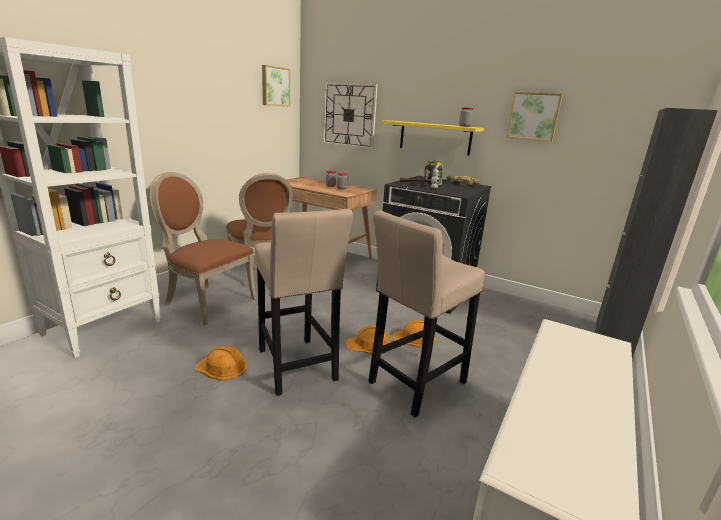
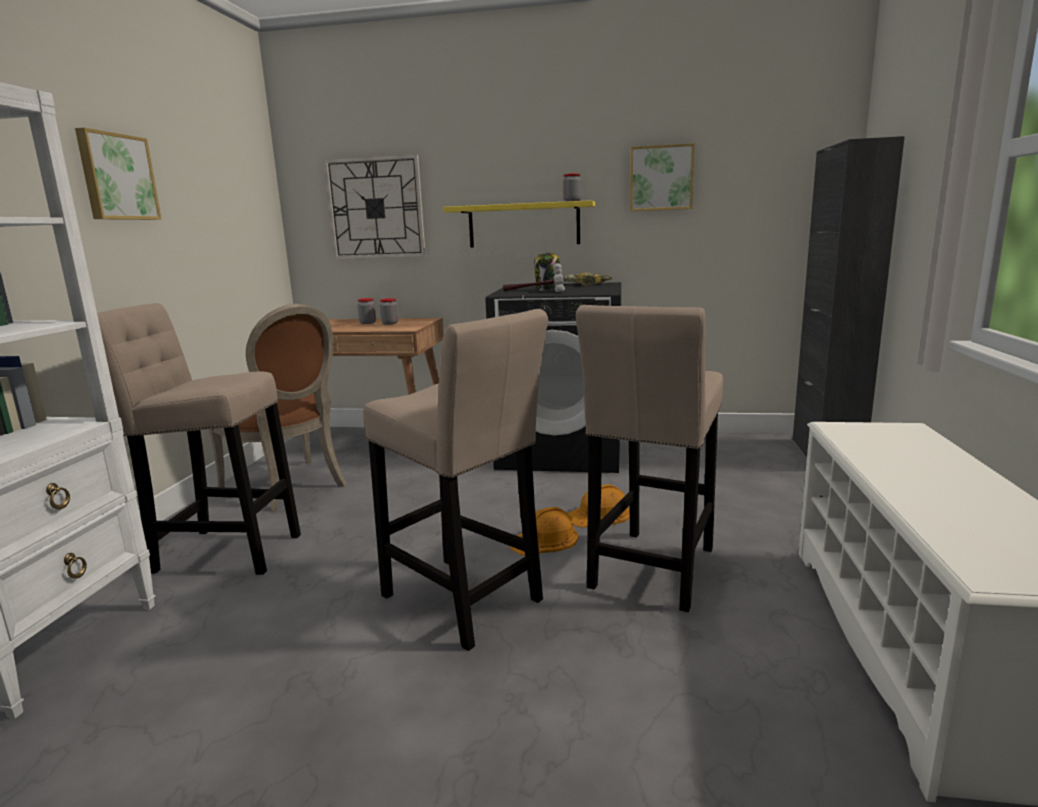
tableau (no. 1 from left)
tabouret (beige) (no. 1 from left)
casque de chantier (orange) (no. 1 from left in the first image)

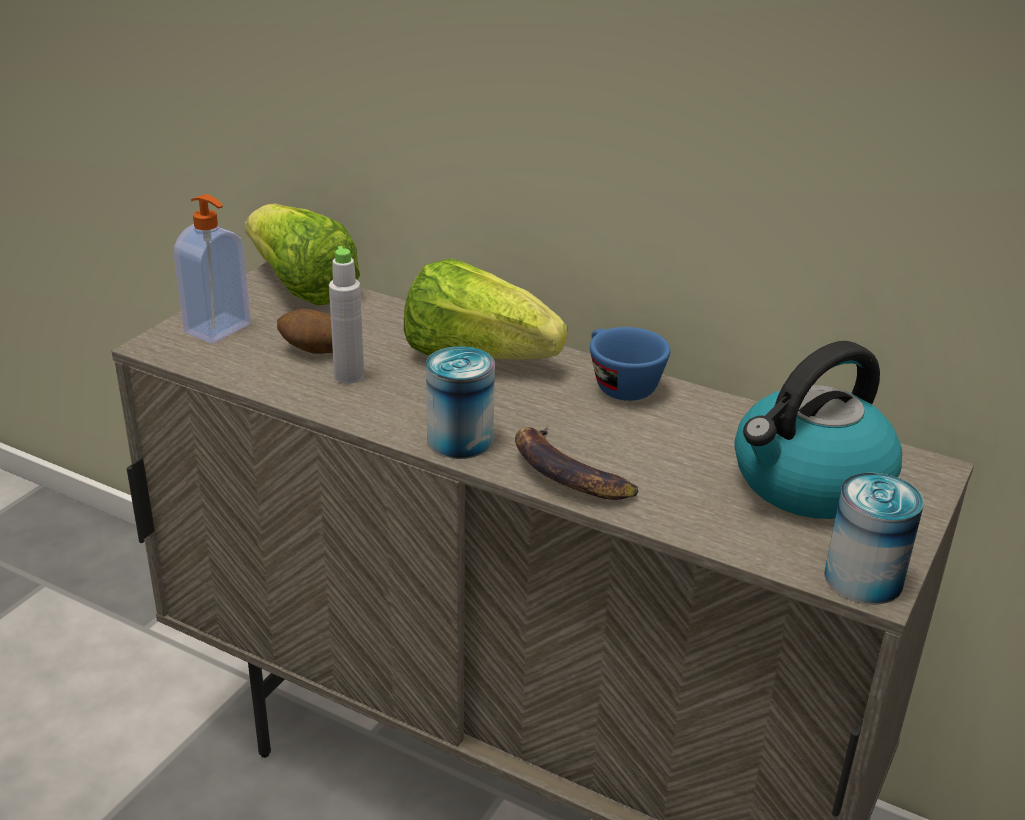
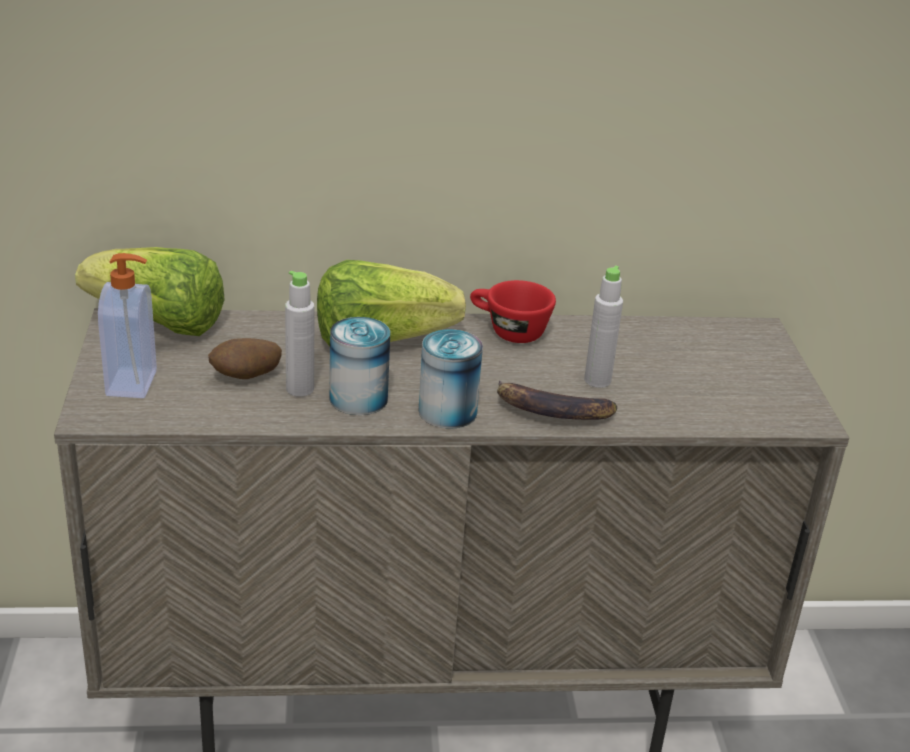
tasse (rouge)
bouilloire
boîte métallique (no. 1 from left)
bouteille (gris) (no. 2 from left)

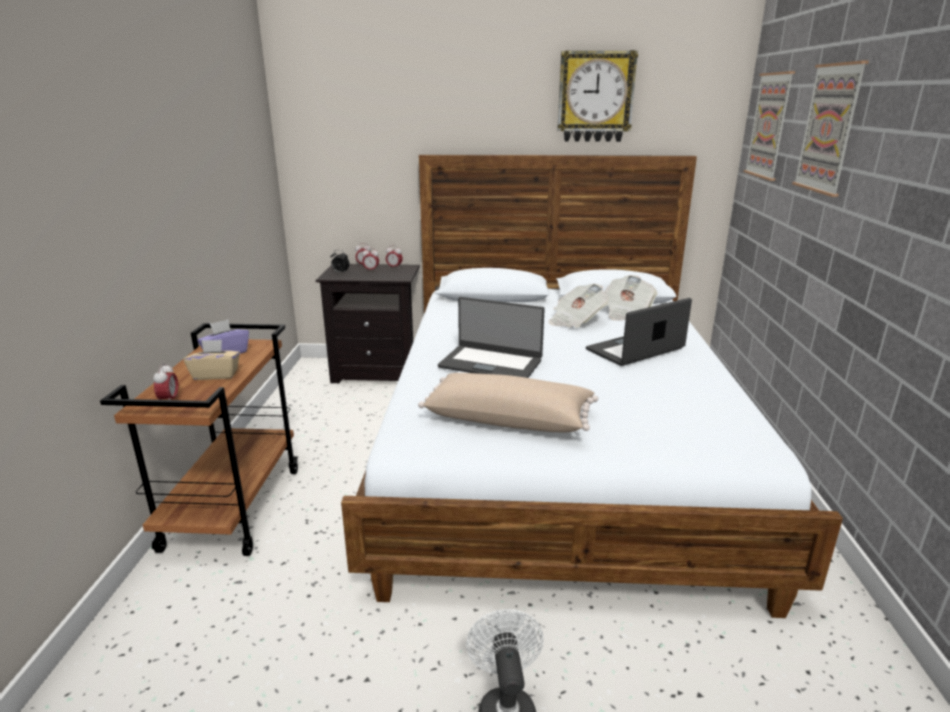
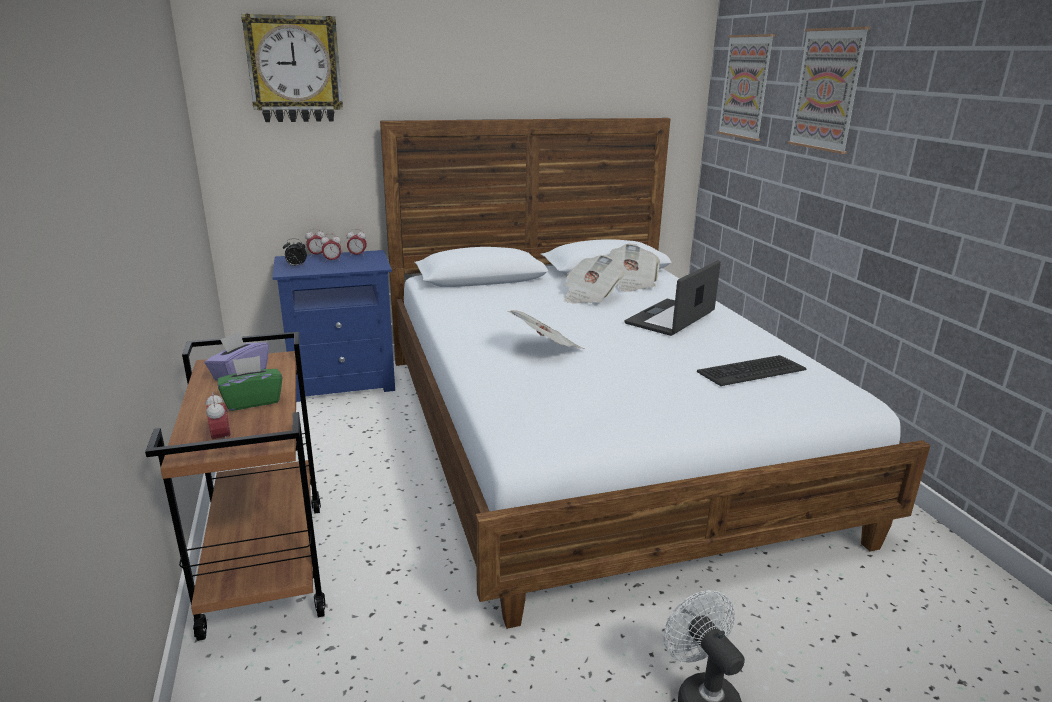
horloge murale
table de chevet (bleu)
journal (no. 1 from left)
boîte à mouchoirs (vert)
coussin (beige)
clavier

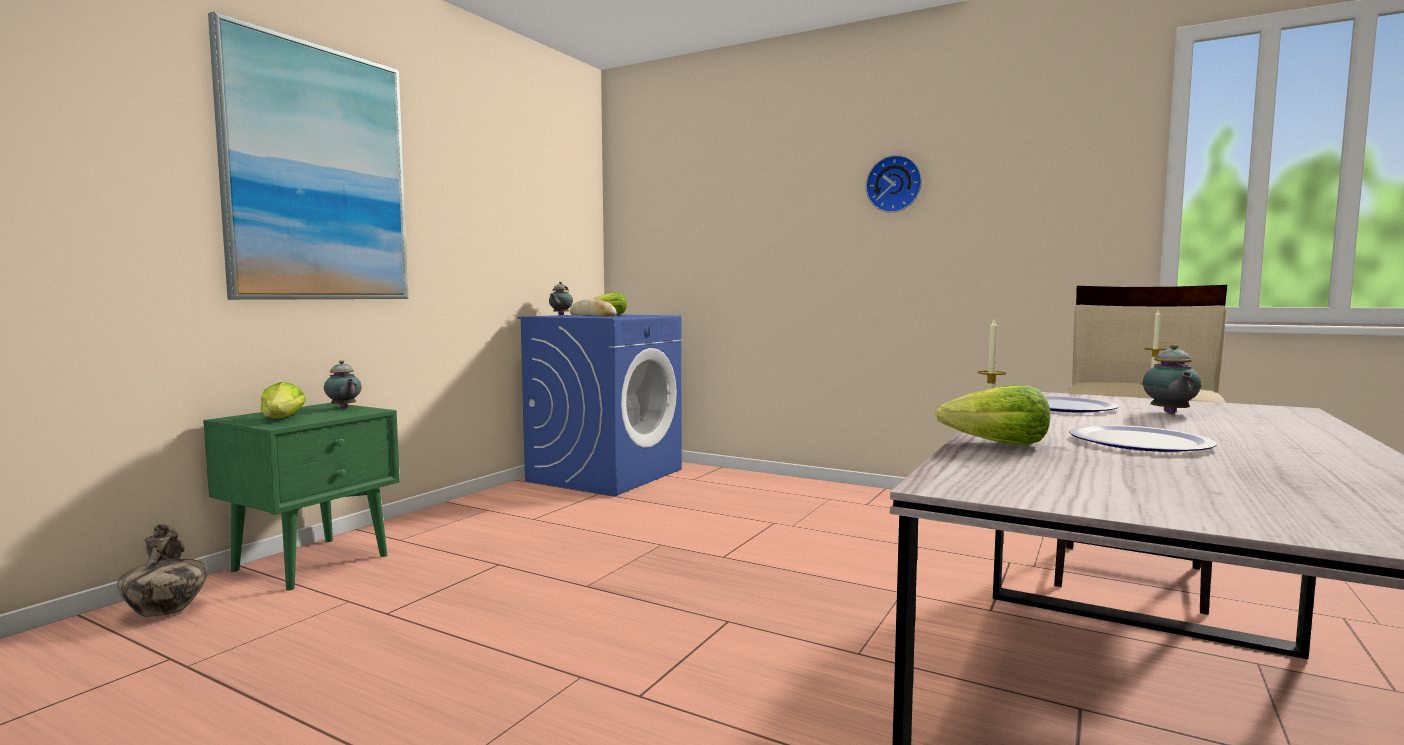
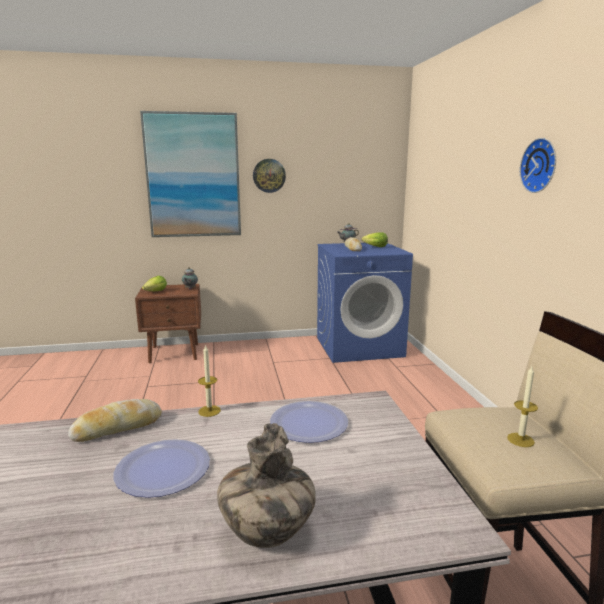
théière (no. 3 from left in the first image)
pain (no. 1 from left)
table de chevet (marron)
vase
horloge murale (no. 1 from left)

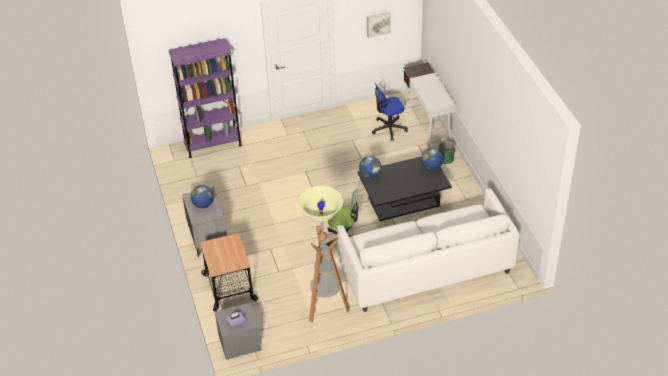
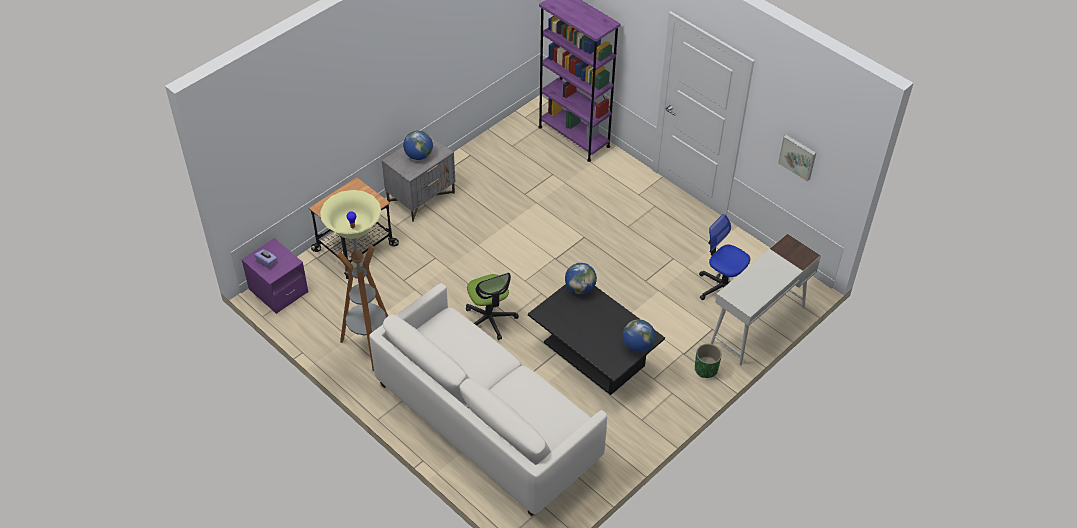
table de chevet (violet)

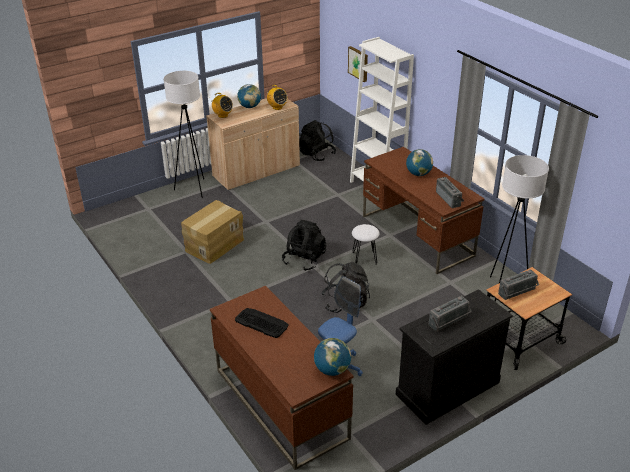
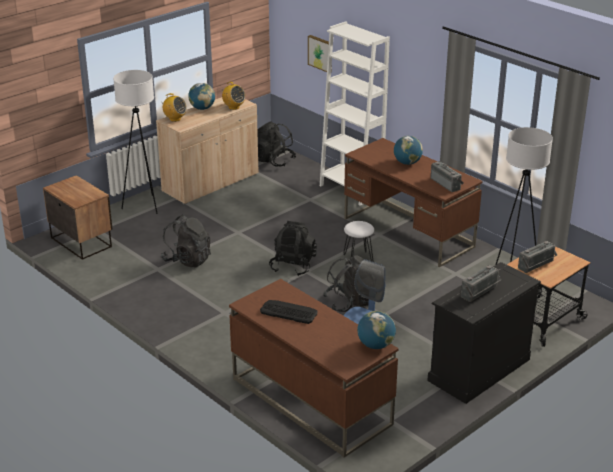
sac à dos (noir) (no. 1 from left)
table de chevet

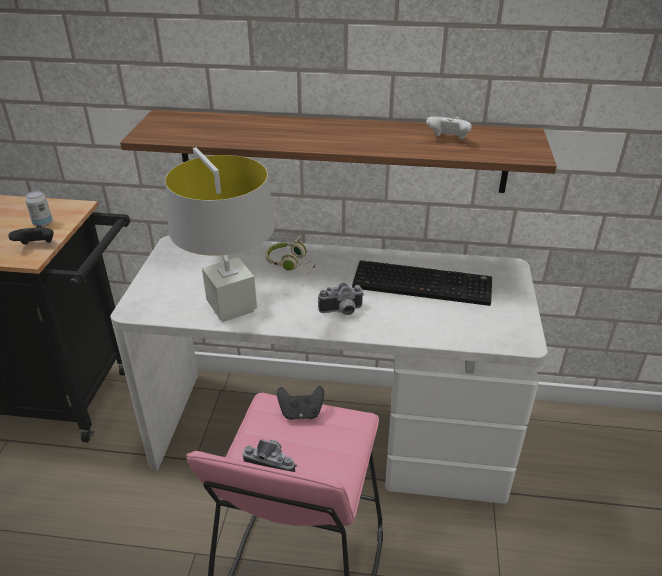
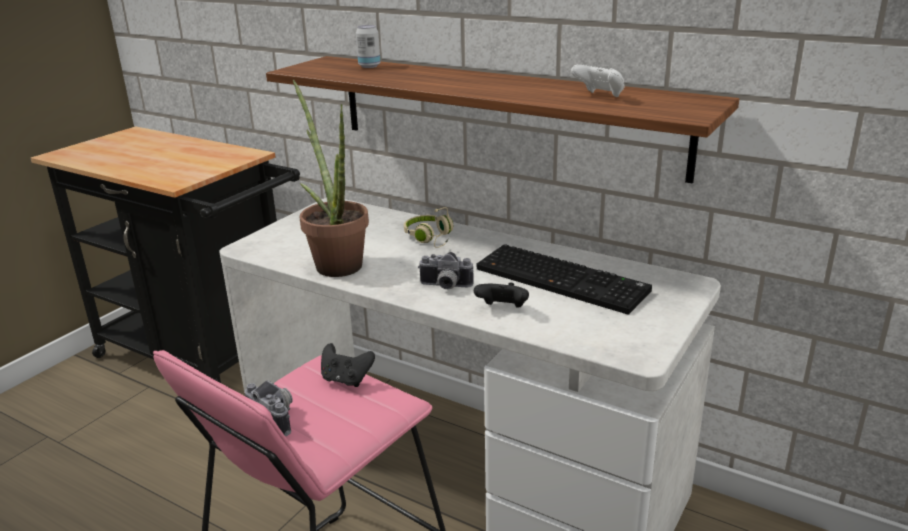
plante en pot
boîte métallique
manette (noir) (no. 2 from left)

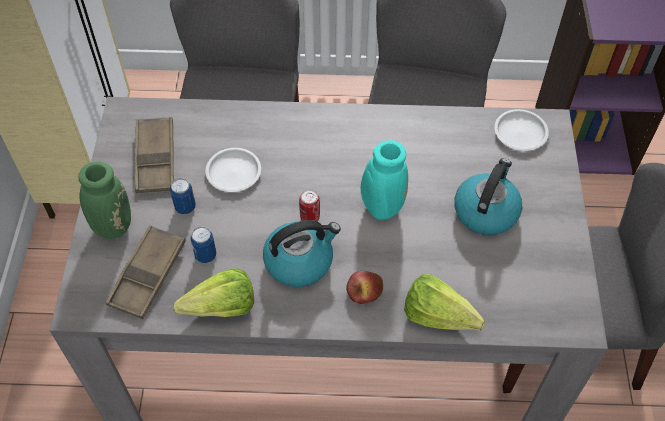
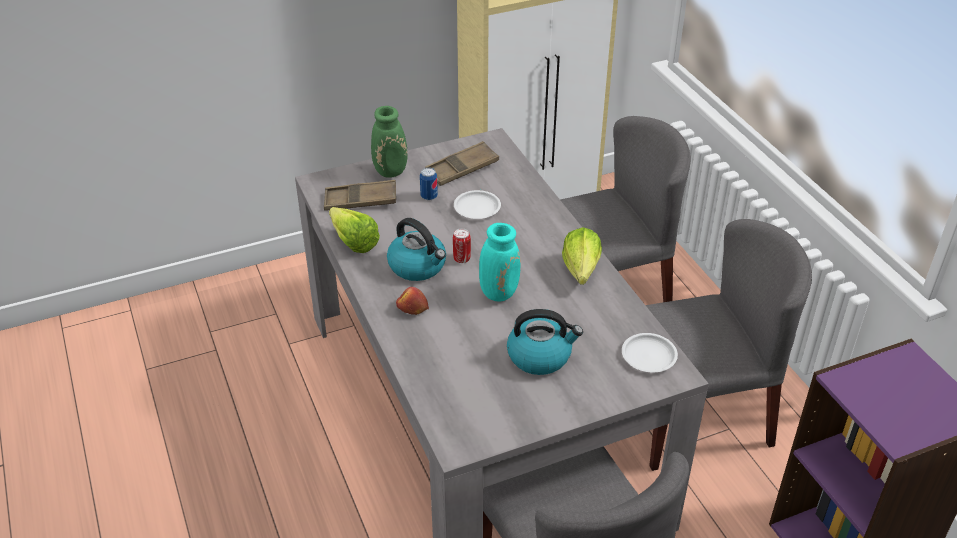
boîte métallique (no. 2 from left in the first image)
laitue (no. 2 from left)

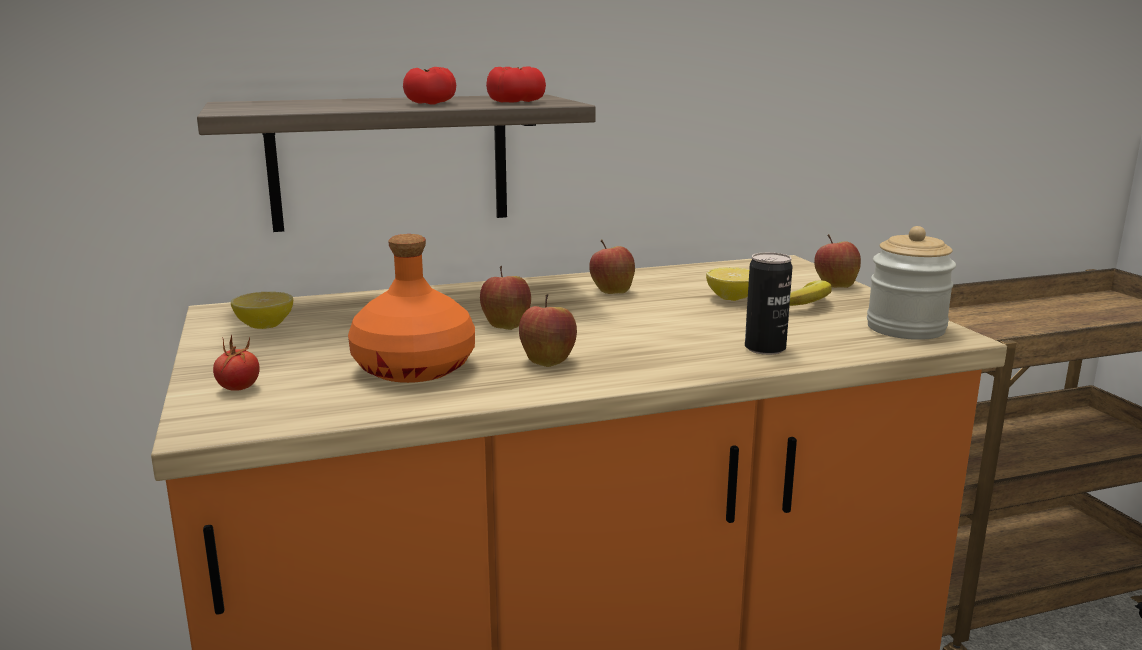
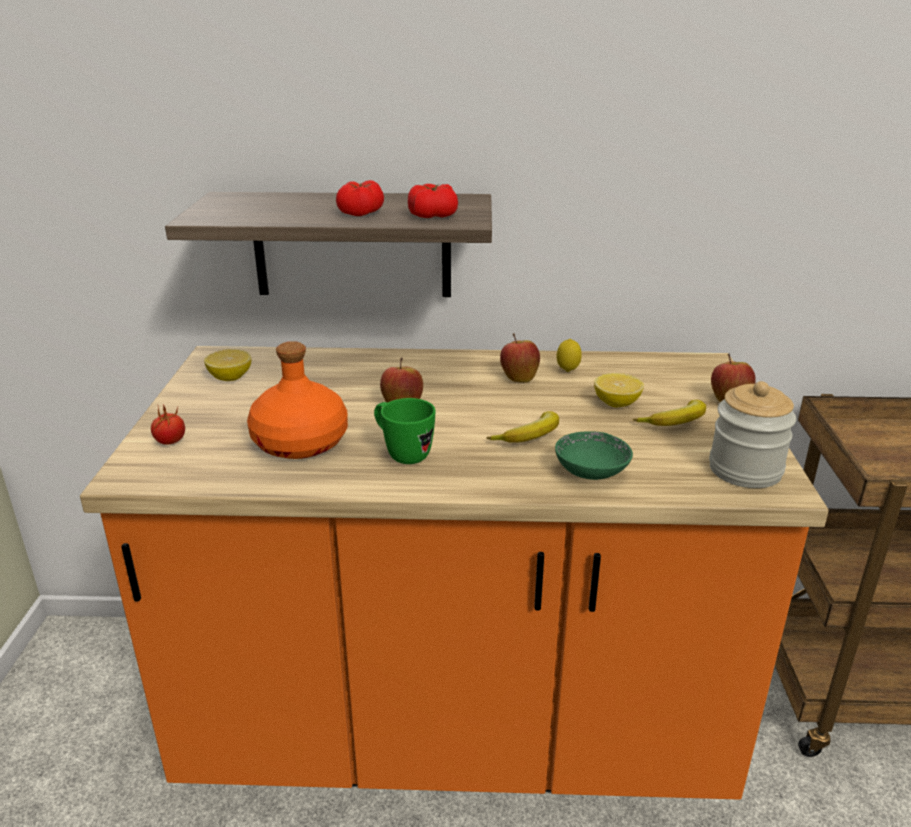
bol (vert)
mug (vert)
citron (no. 2 from left)
banane (no. 1 from left)

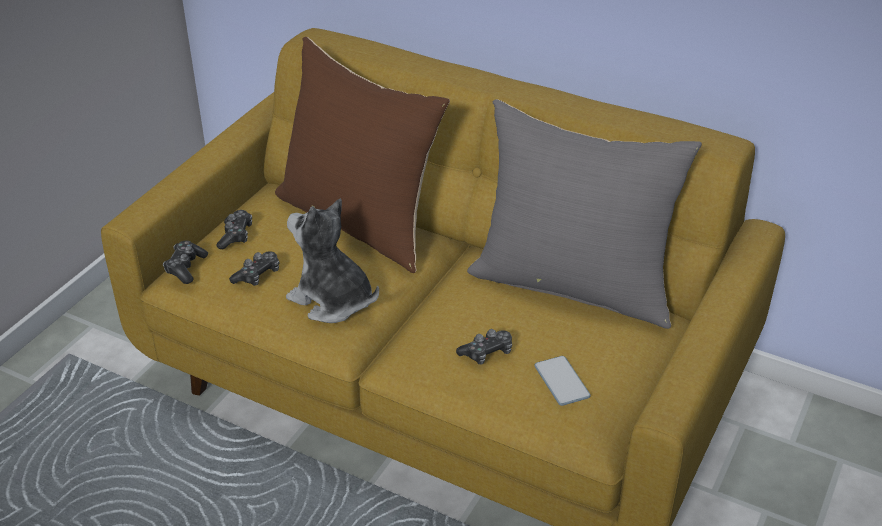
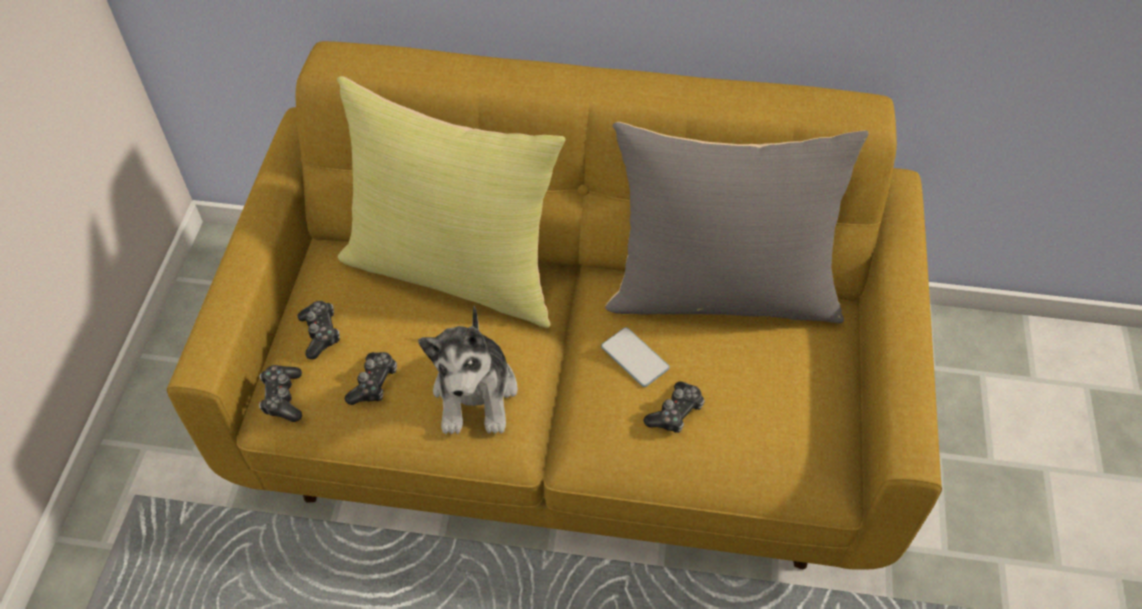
coussin (jaune)
peluche
téléphone

